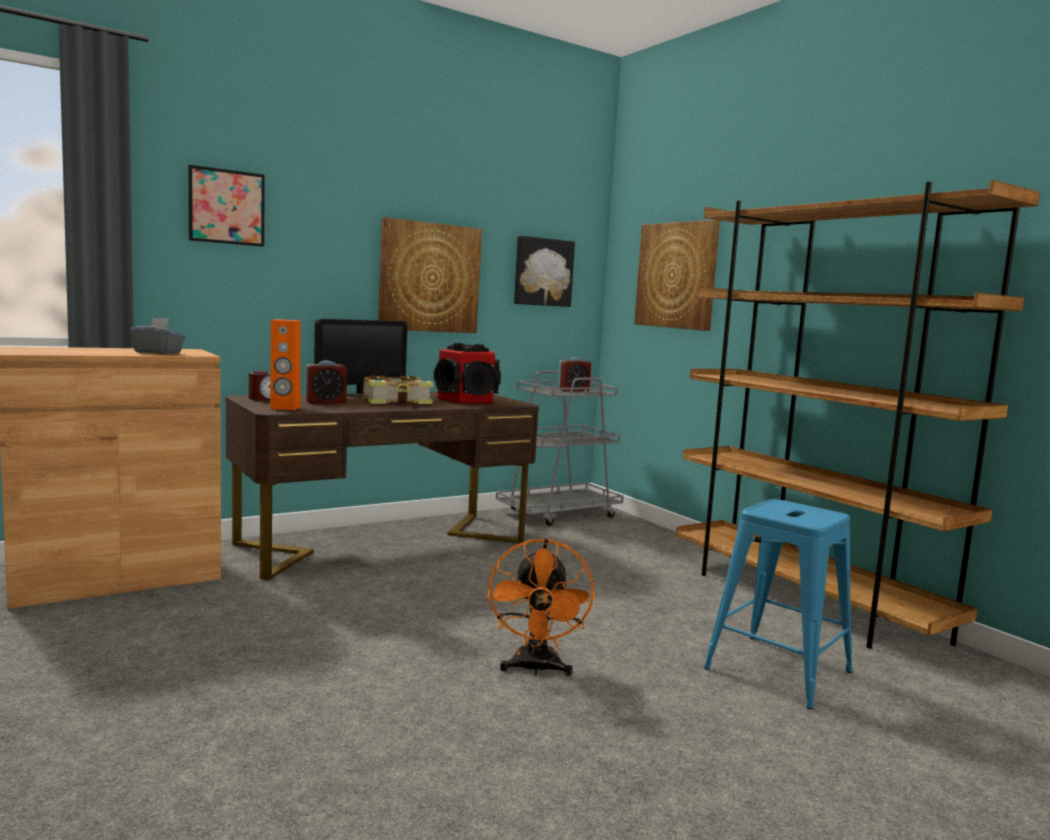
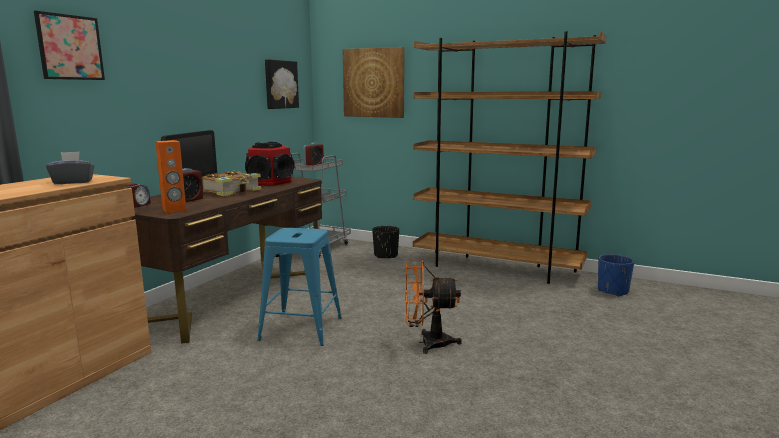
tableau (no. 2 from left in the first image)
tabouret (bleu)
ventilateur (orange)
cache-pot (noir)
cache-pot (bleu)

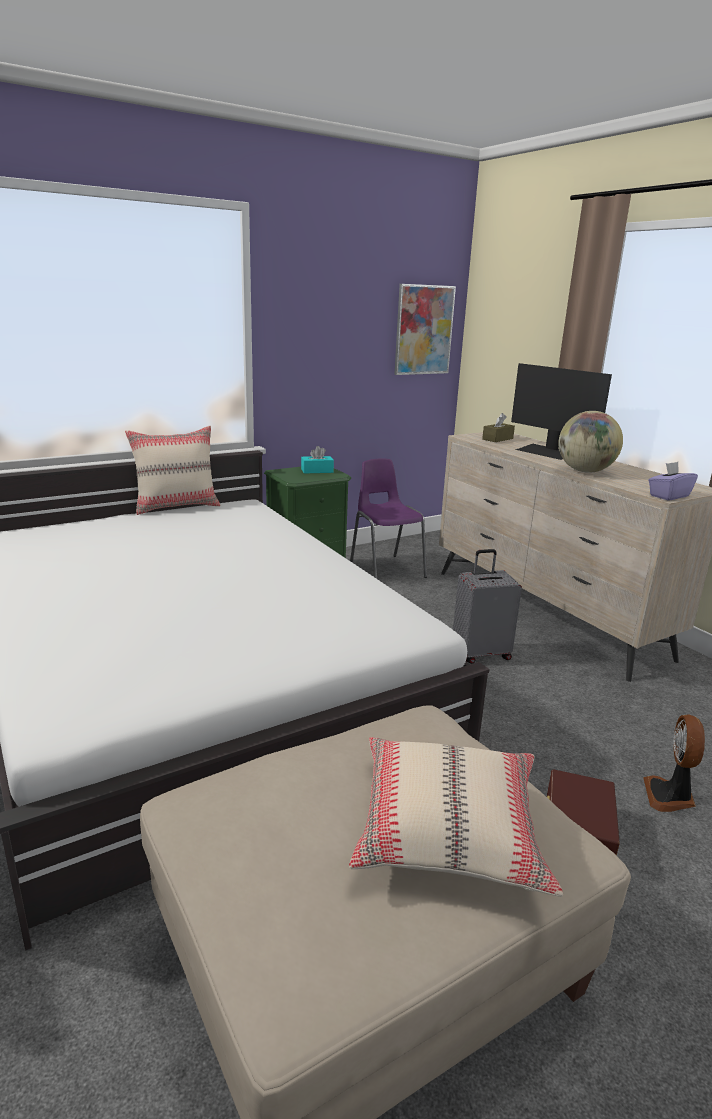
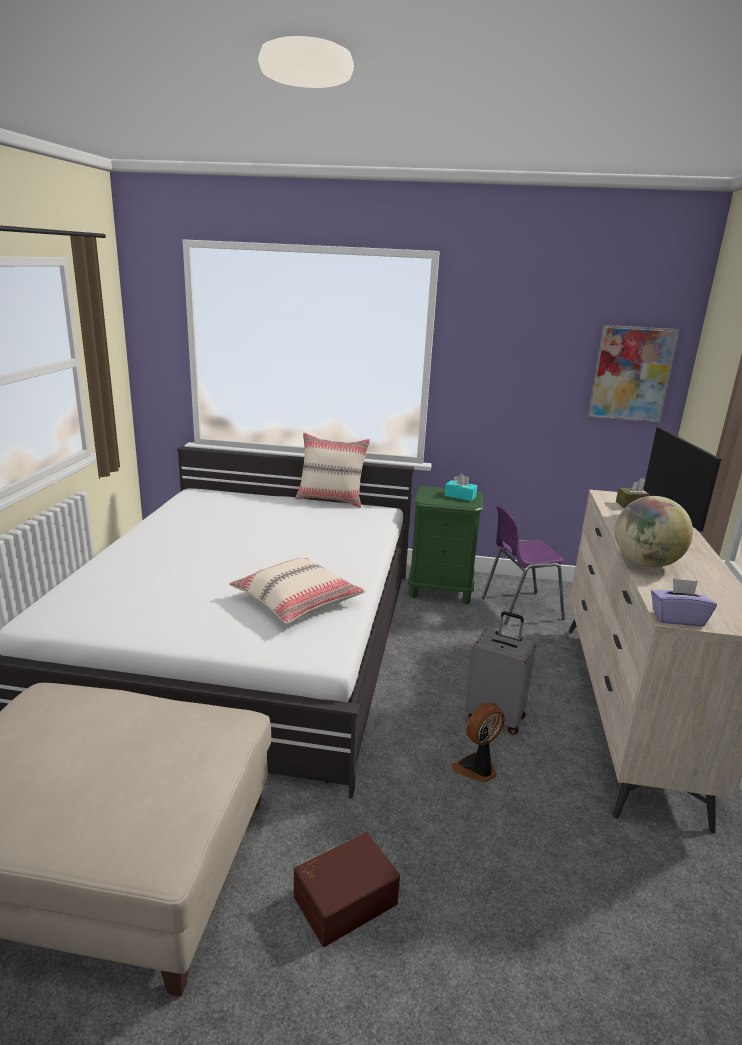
chaise (violet)
ventilateur
coussin (beige) (no. 1 from left)

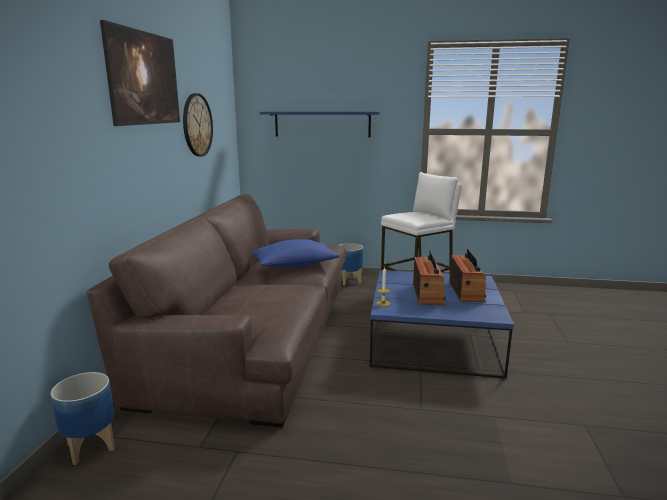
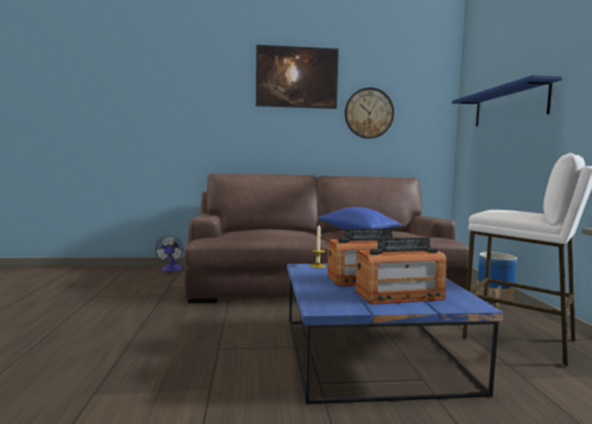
ventilateur

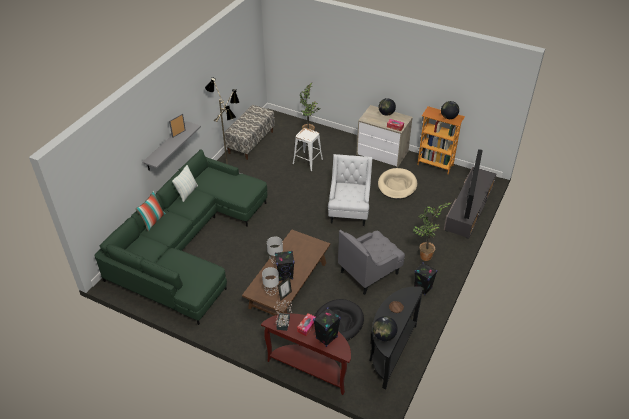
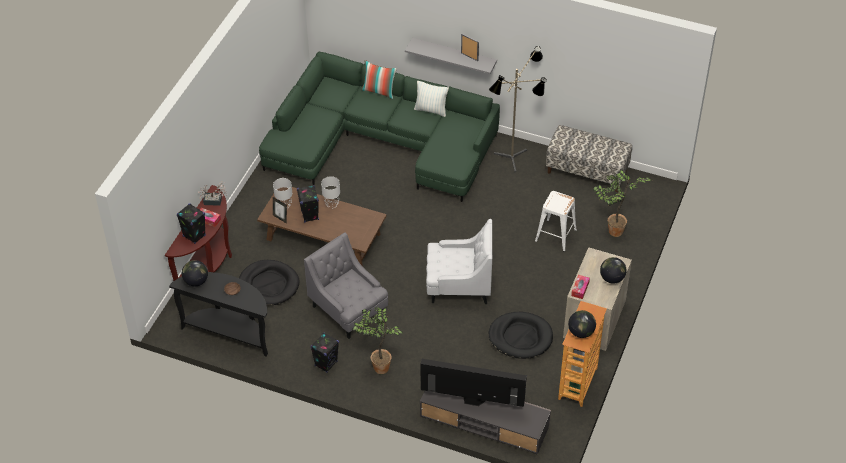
panier pour chien (noir) (no. 2 from left)

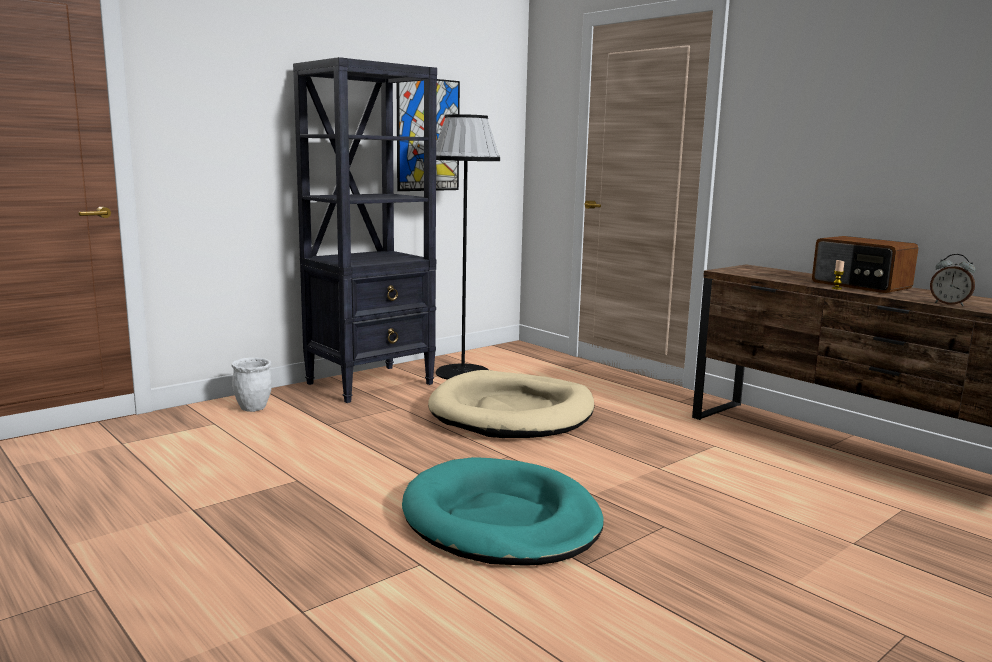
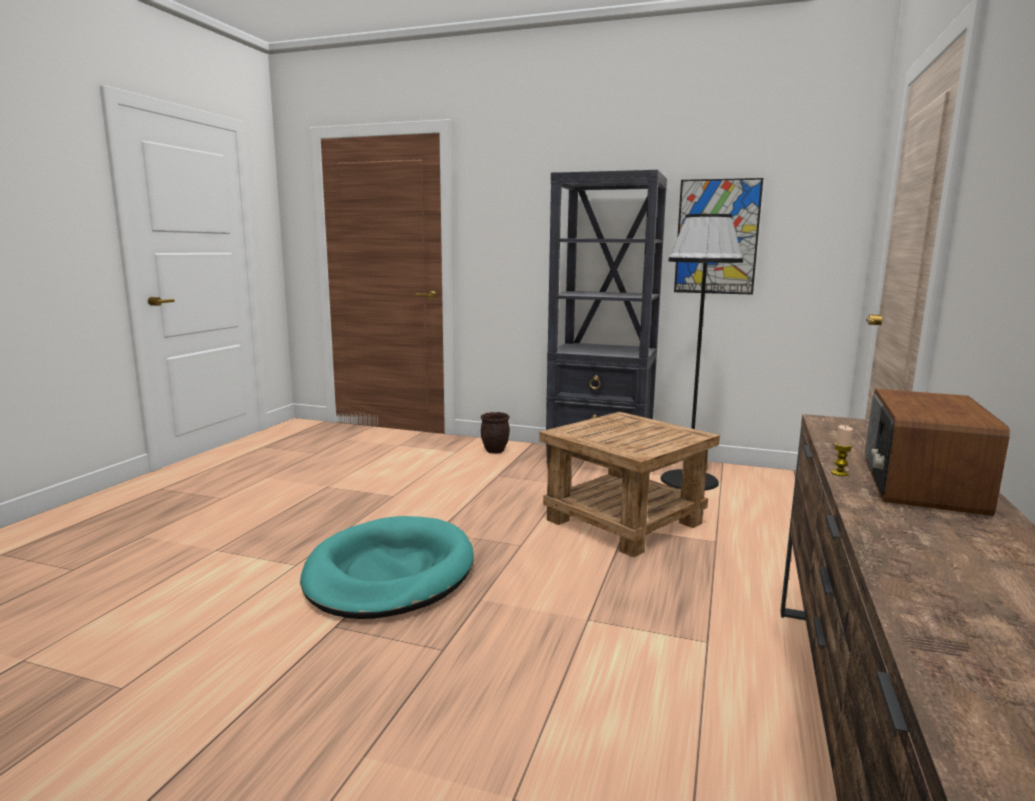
réveil
cache-pot (marron)
table d'appoint (marron)

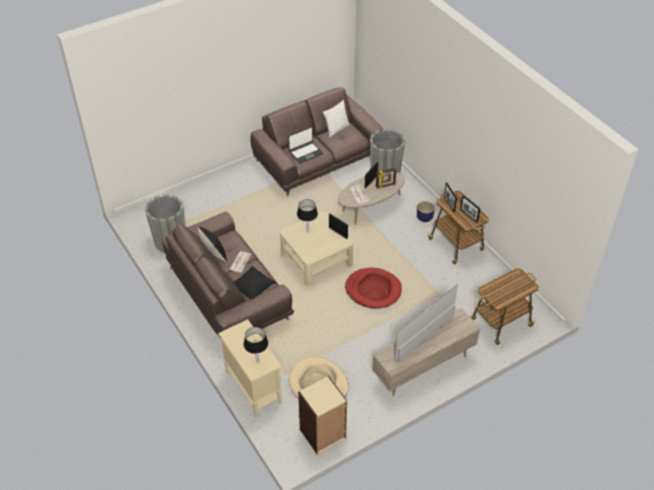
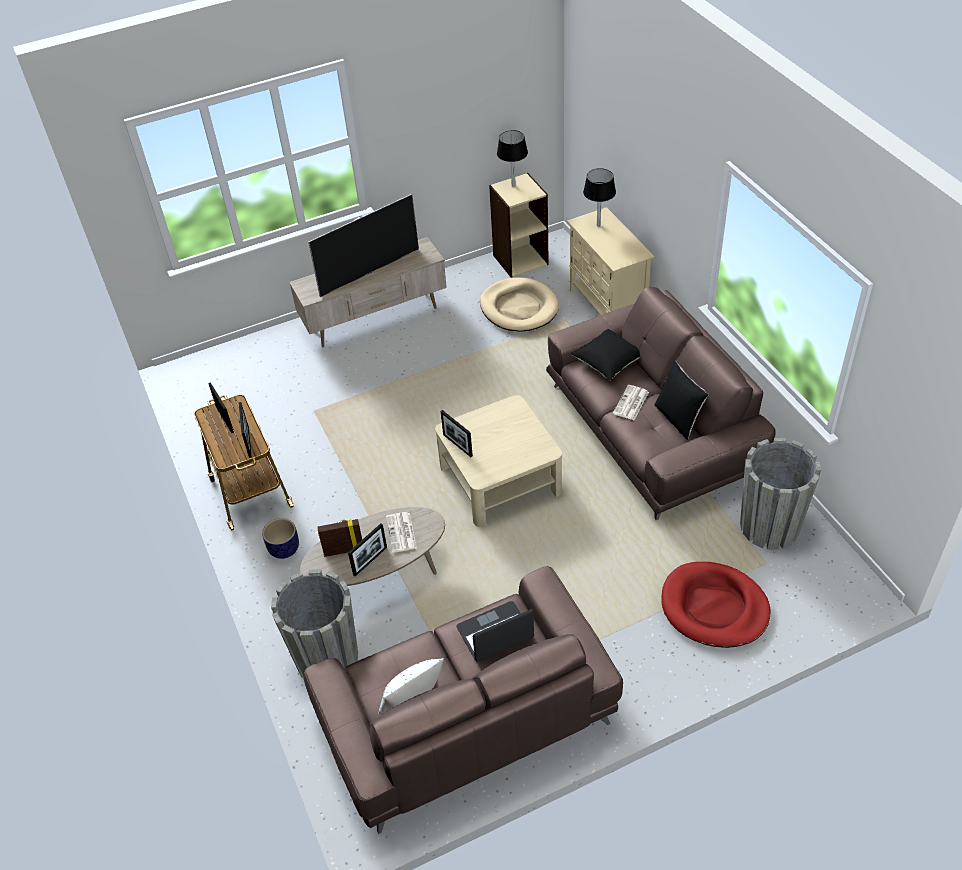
lampe de table (noir) (no. 1 from left)
panier pour chien (rouge)
chariot (no. 2 from left in the first image)

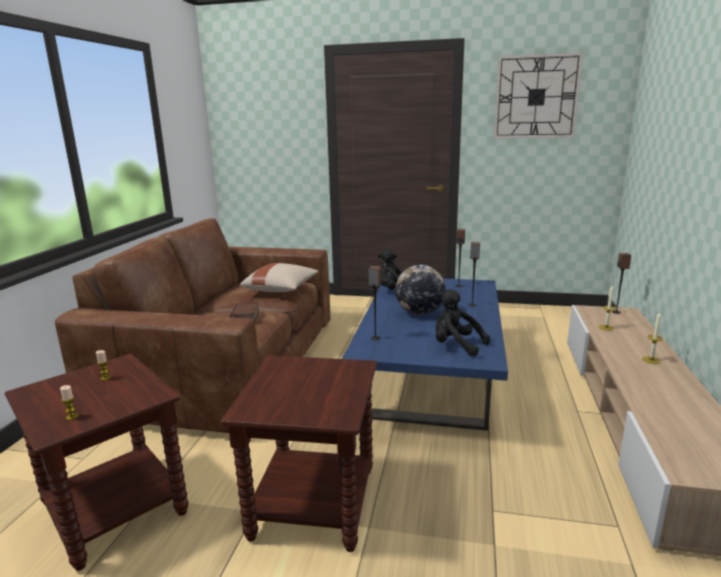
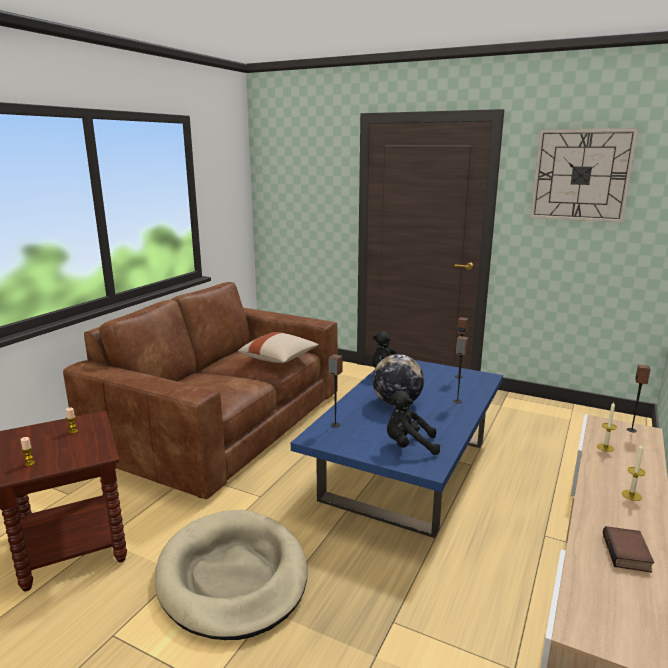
peluche (noir) (no. 2 from left)
livre
panier pour chien (beige)

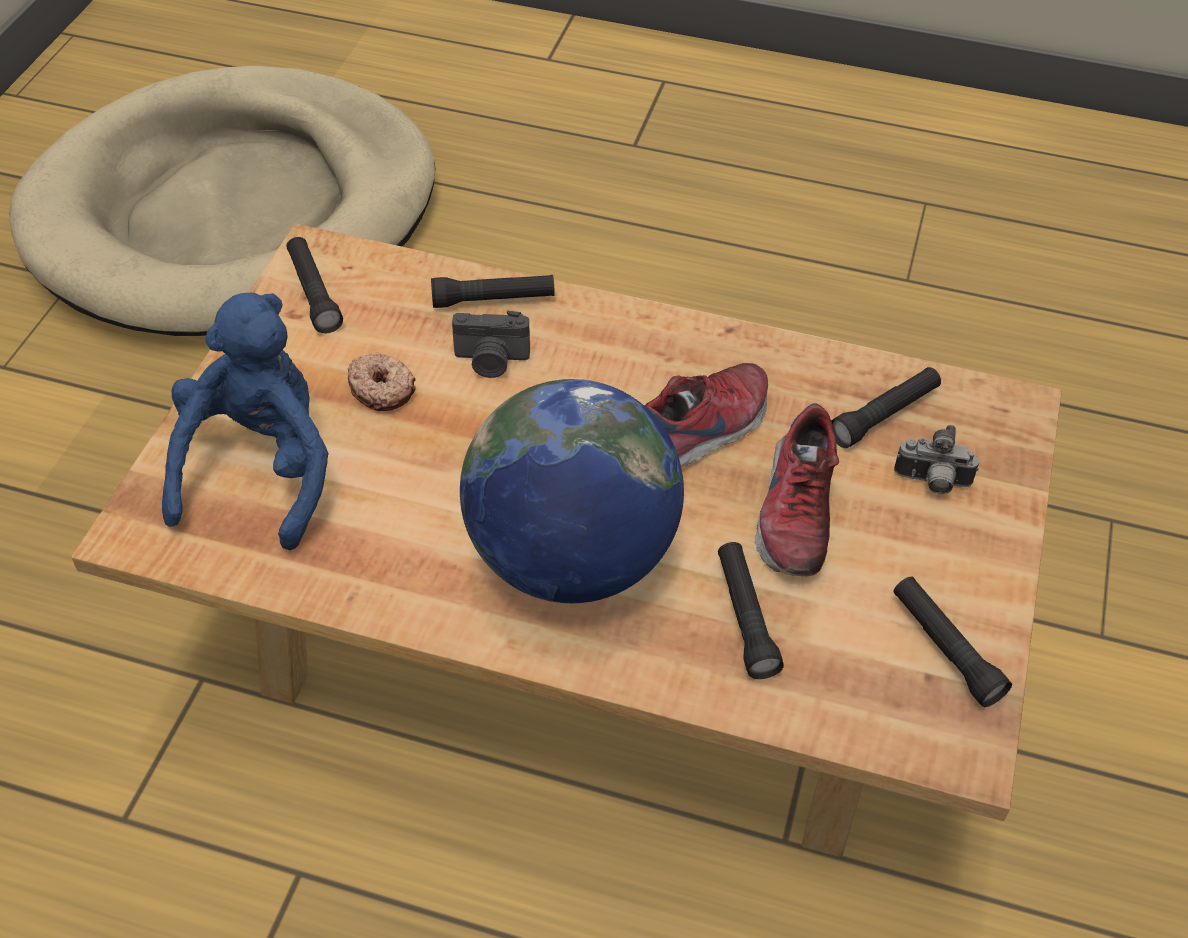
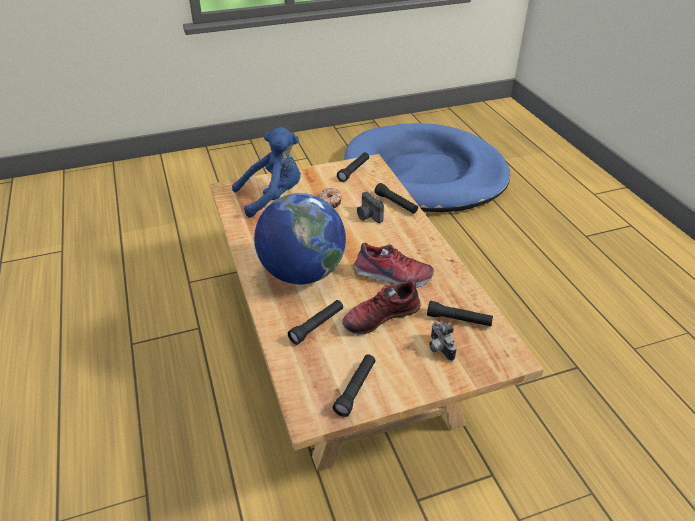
panier pour chien (bleu)

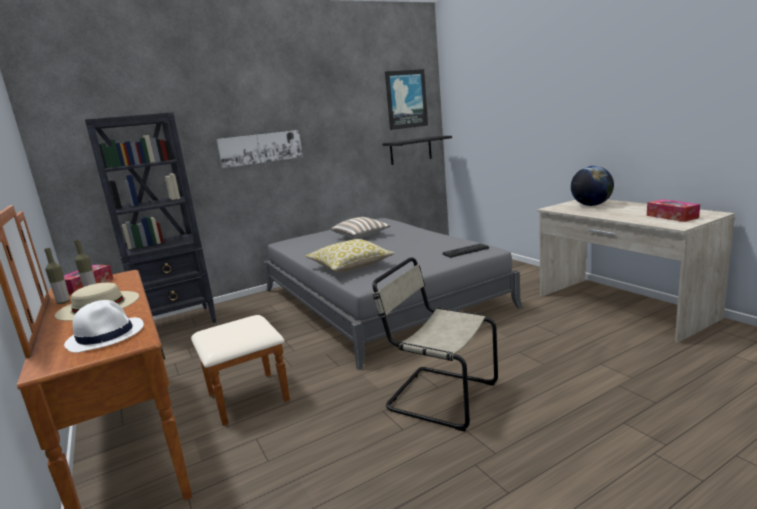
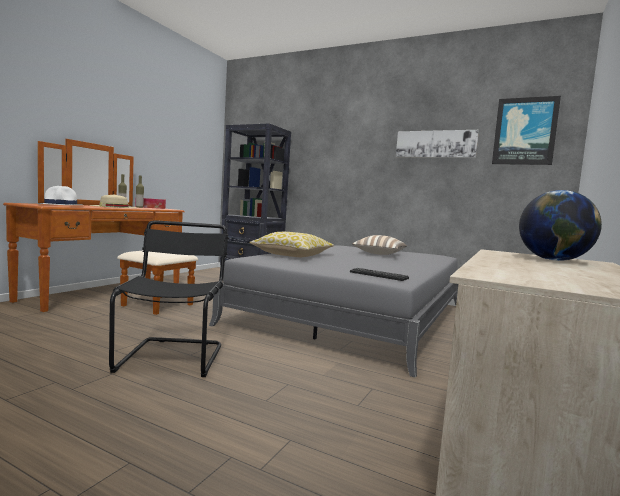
tableau (no. 1 from left)
étagère (noir)
boîte à mouchoirs (no. 2 from left in the first image)
chaise (noir)

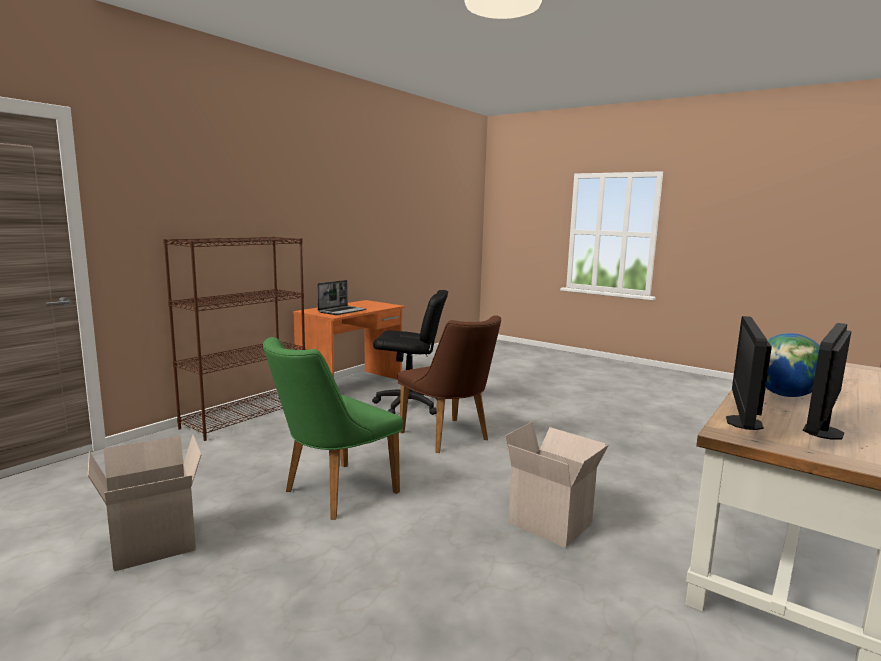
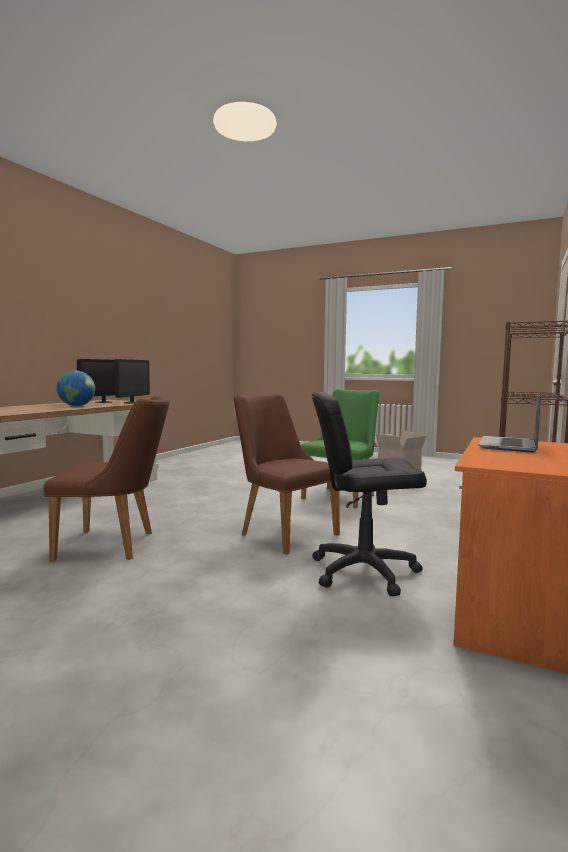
carton (no. 2 from left in the first image)
chaise (marron) (no. 1 from left)

